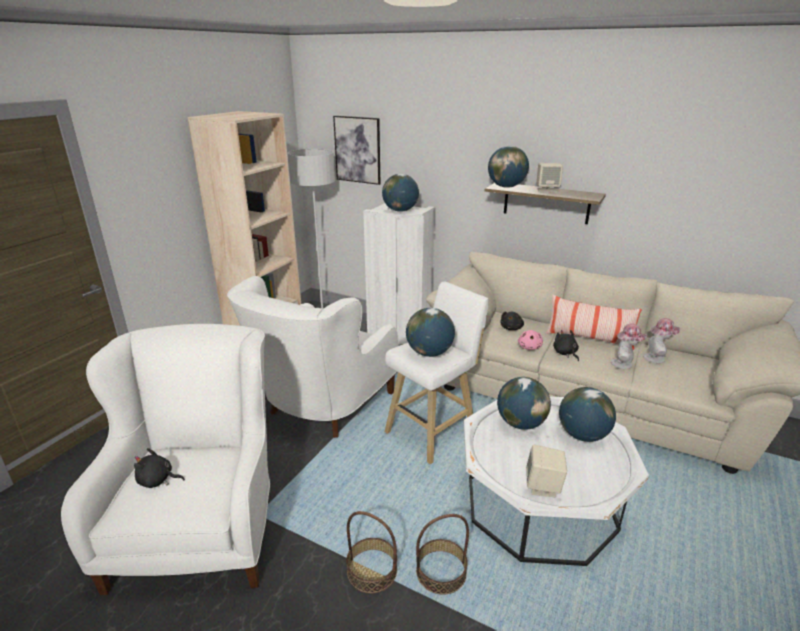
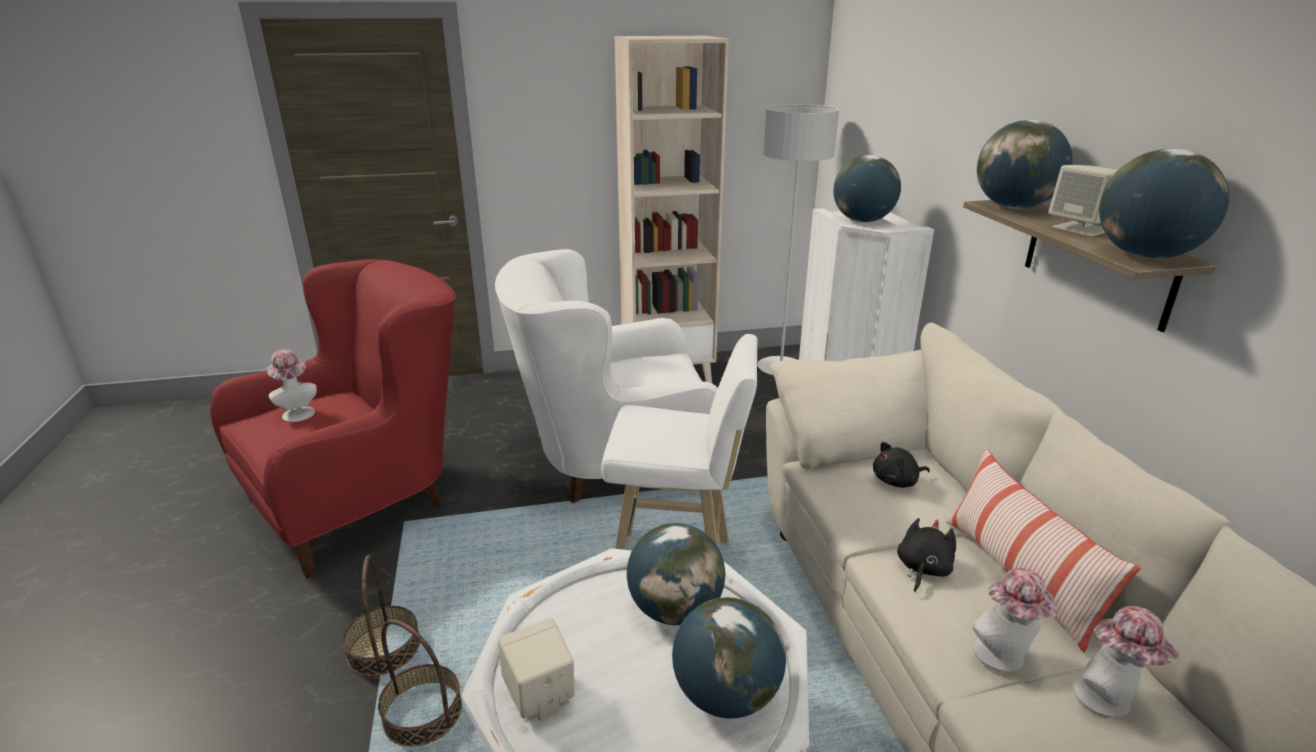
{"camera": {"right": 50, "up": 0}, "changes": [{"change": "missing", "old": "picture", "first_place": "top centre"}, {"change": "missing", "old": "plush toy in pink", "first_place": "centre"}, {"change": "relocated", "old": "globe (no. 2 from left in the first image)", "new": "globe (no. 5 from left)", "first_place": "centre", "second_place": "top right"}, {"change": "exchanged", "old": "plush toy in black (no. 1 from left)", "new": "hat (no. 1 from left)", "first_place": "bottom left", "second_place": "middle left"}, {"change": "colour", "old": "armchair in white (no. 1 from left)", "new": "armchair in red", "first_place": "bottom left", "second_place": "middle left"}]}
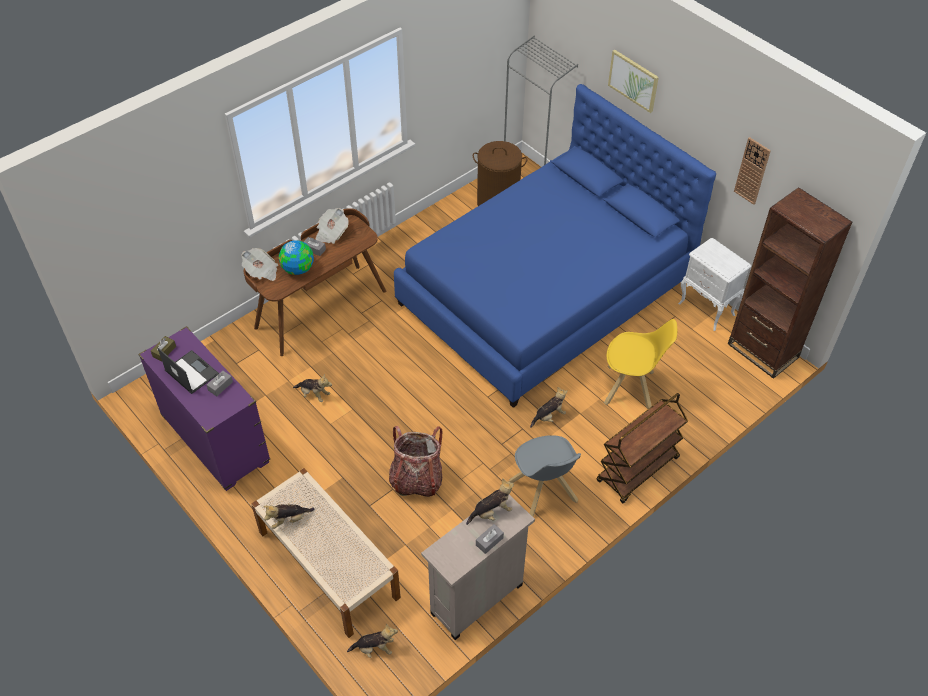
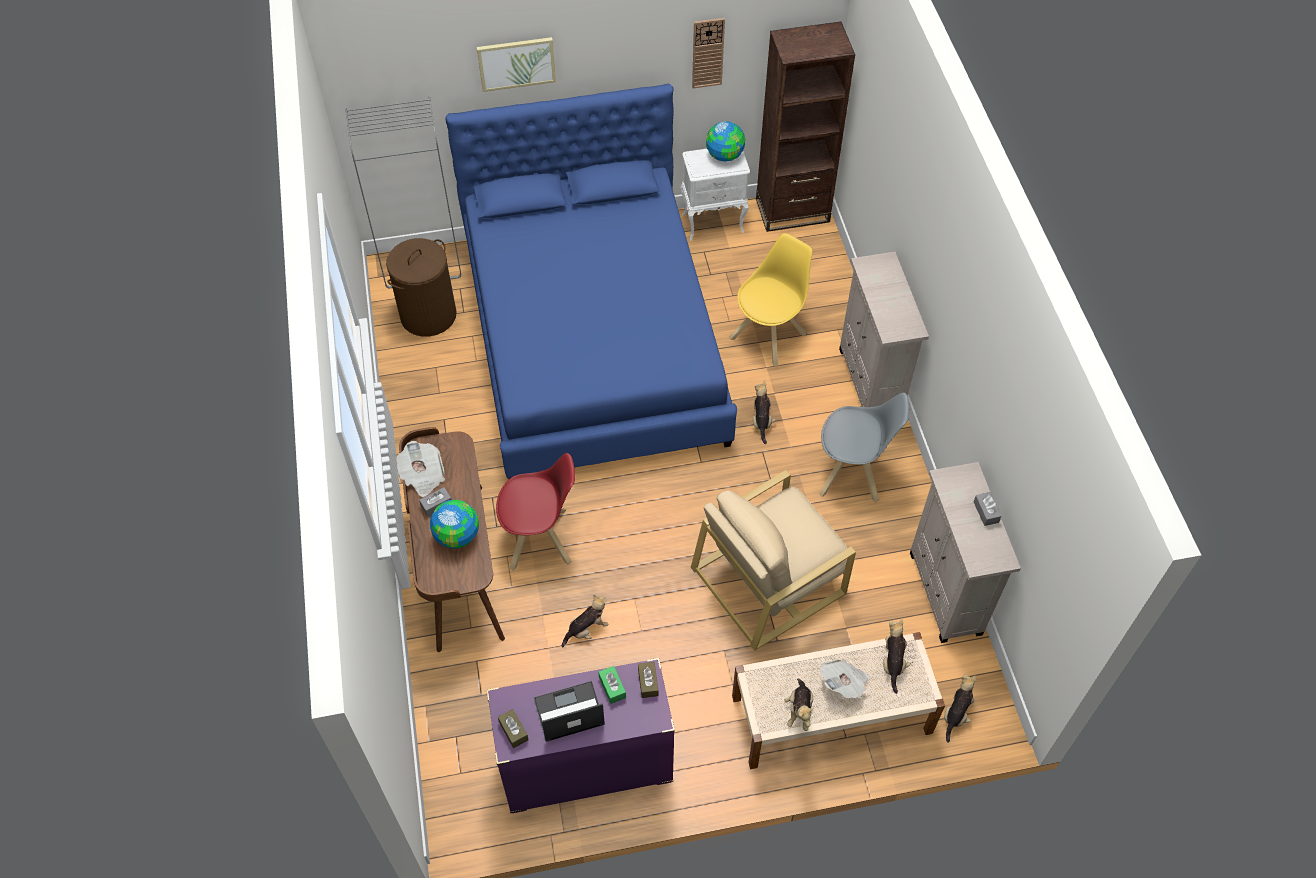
{"camera": {"right": -60, "up": 5}, "changes": [{"change": "appeared", "new": "chair in red", "second_place": "centre"}, {"change": "appeared", "new": "tissue box in brown (no. 2 from left)", "second_place": "bottom centre"}, {"change": "appeared", "new": "globe (no. 2 from left)", "second_place": "top centre"}, {"change": "relocated", "old": "newspaper (no. 1 from left in the first image)", "new": "newspaper (no. 2 from left)", "first_place": "middle left", "second_place": "bottom centre"}, {"change": "relocated", "old": "plush toy (no. 4 from left)", "first_place": "bottom centre", "second_place": "bottom right"}, {"change": "exchanged", "old": "backpack", "new": "armchair in beige", "first_place": "centre", "second_place": "centre"}, {"change": "exchanged", "old": "cart in brown", "new": "cabinet in beige (no. 1 from left)", "first_place": "middle right", "second_place": "middle right"}, {"change": "colour", "old": "tissue box in grey (no. 1 from left)", "new": "tissue box in green", "first_place": "middle left", "second_place": "bottom centre"}]}
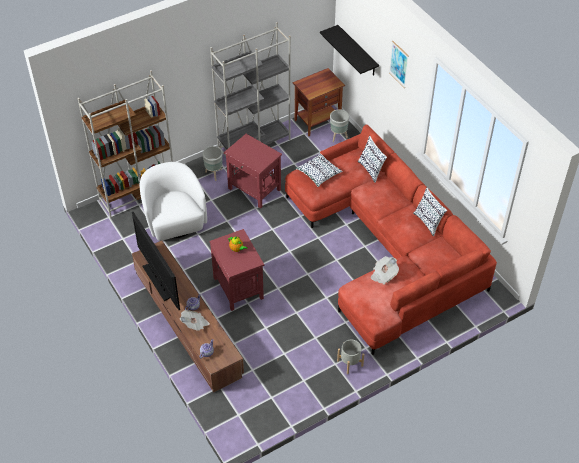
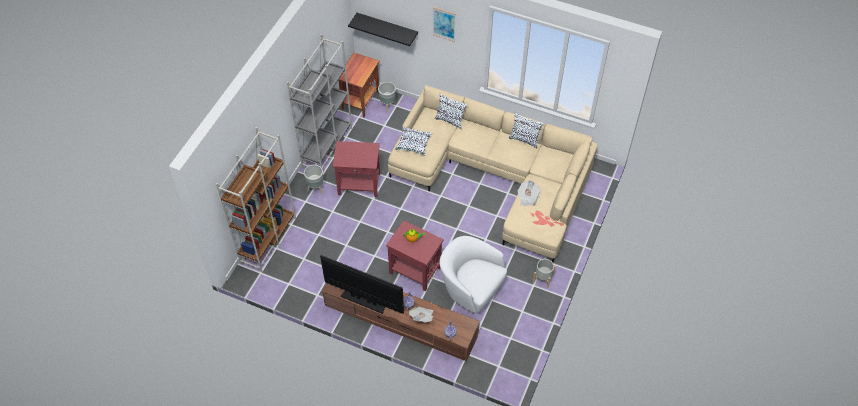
{"camera": {"right": -35, "up": 5}, "changes": [{"change": "relocated", "old": "armchair in white", "first_place": "middle left", "second_place": "bottom centre"}, {"change": "colour", "old": "sofa in red", "new": "sofa in beige", "first_place": "middle right", "second_place": "centre"}]}
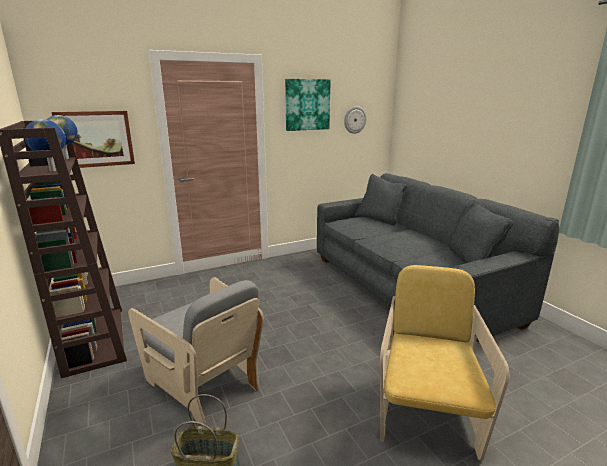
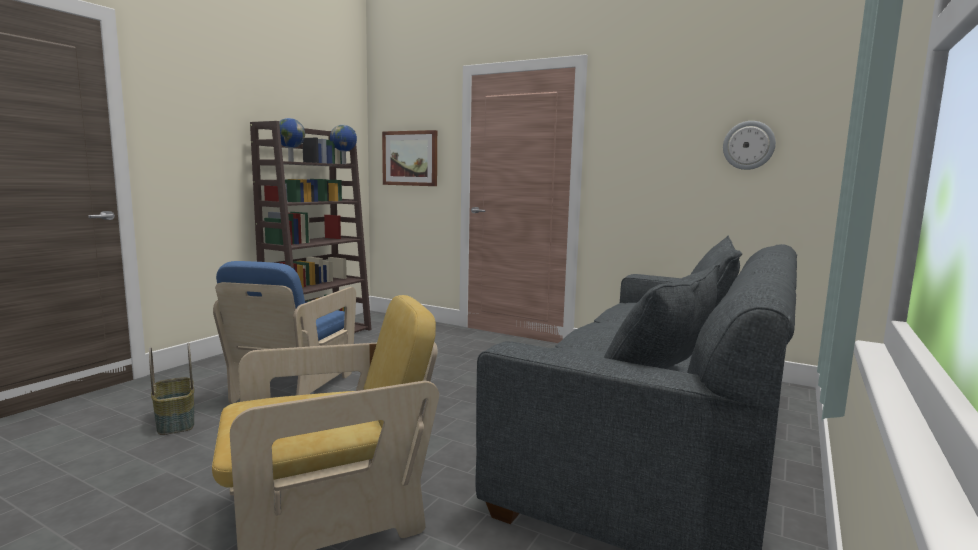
{"camera": {"right": 55, "up": -10}, "changes": [{"change": "missing", "old": "picture (no. 2 from left)", "first_place": "top centre"}, {"change": "colour", "old": "armchair in grey", "new": "armchair in blue", "first_place": "bottom left", "second_place": "middle left"}]}
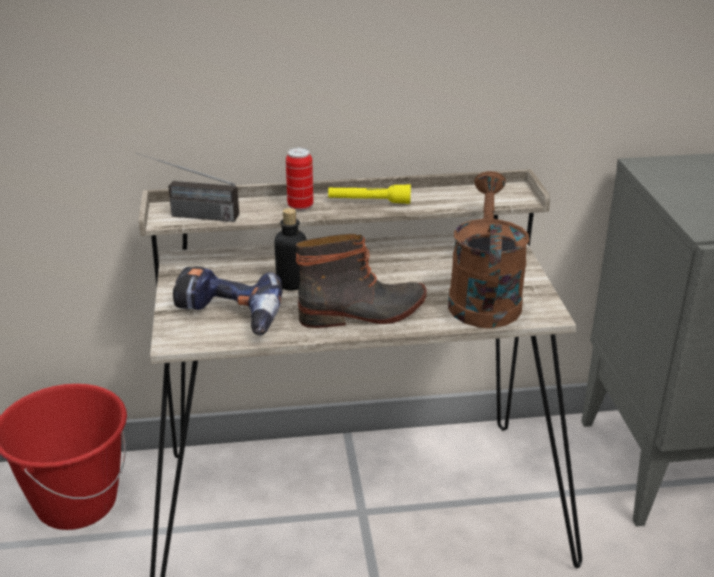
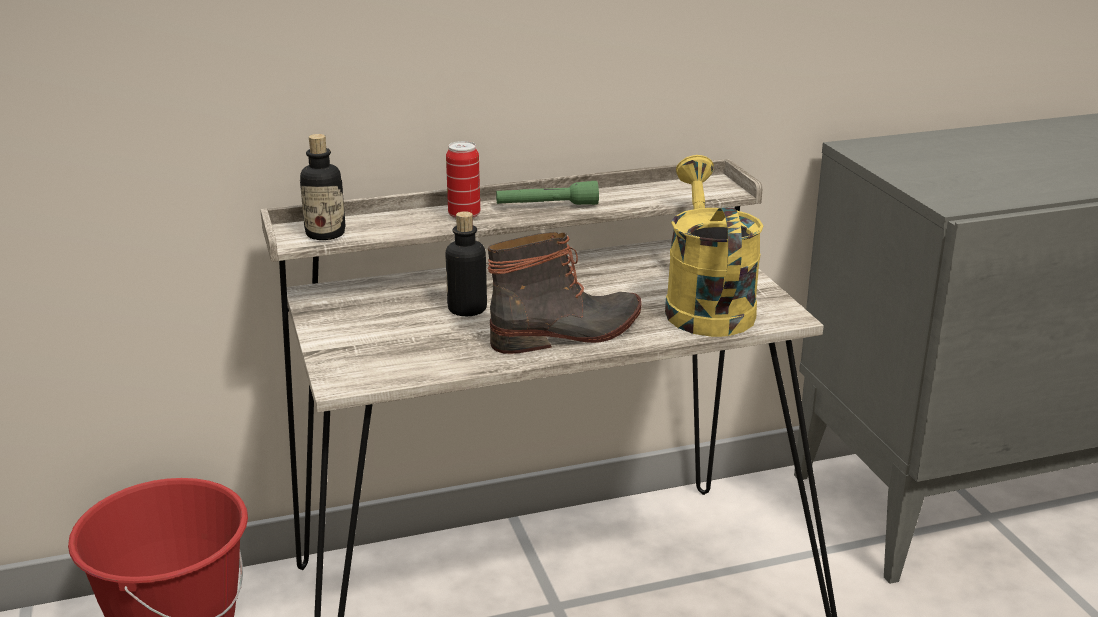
{"camera": {"right": -10, "up": -5}, "changes": [{"change": "missing", "old": "power drill", "first_place": "middle left"}, {"change": "exchanged", "old": "radio", "new": "bottle (no. 1 from left)", "first_place": "top left", "second_place": "top left"}, {"change": "colour", "old": "flashlight in yellow", "new": "flashlight in green", "first_place": "centre", "second_place": "top centre"}, {"change": "colour", "old": "watering can in brown", "new": "watering can in yellow", "first_place": "middle right", "second_place": "centre"}]}
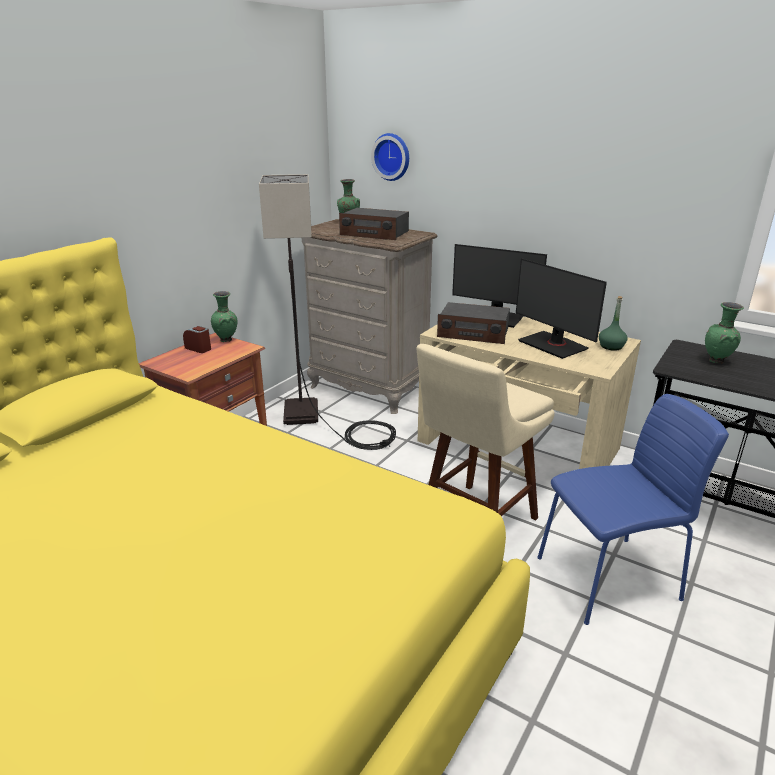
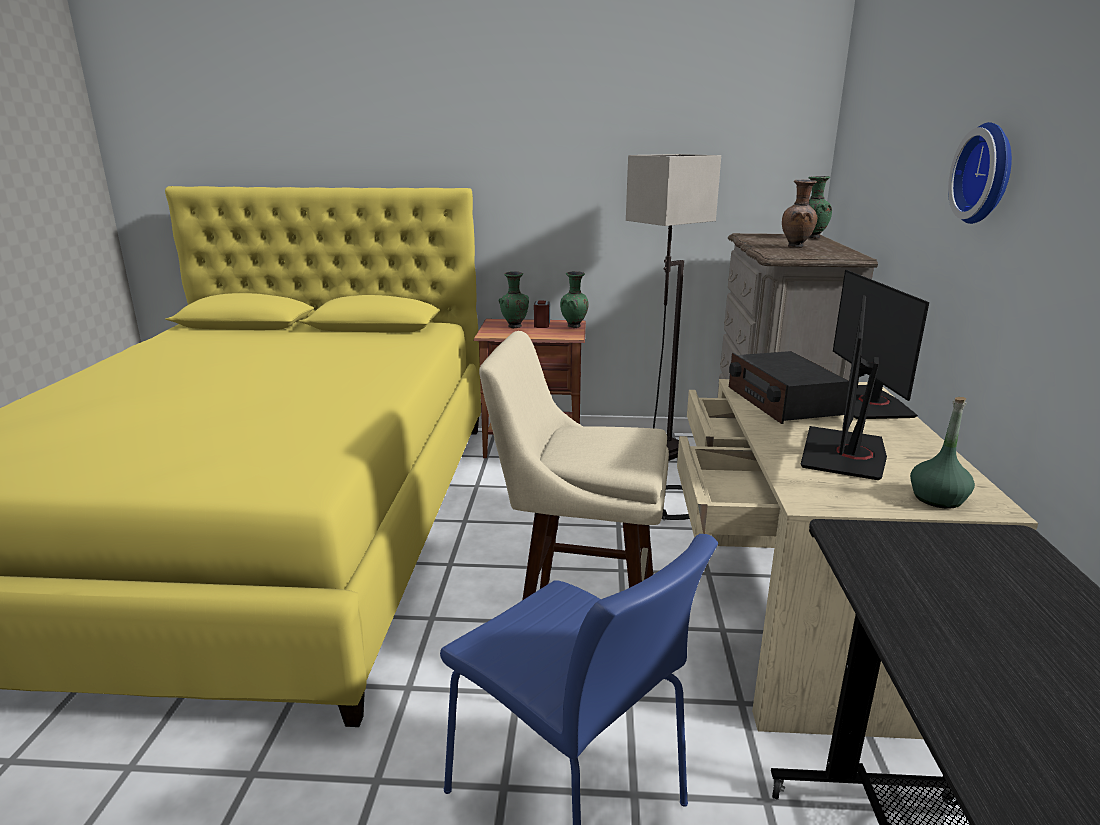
{"camera": {"right": 60, "up": -5}, "changes": [{"change": "relocated", "old": "wall clock", "first_place": "top centre", "second_place": "top right"}, {"change": "relocated", "old": "vase in green (no. 3 from left in the first image)", "new": "vase in green (no. 1 from left)", "first_place": "middle right", "second_place": "centre"}, {"change": "exchanged", "old": "radio (no. 1 from left)", "new": "vase in brown", "first_place": "top centre", "second_place": "top right"}]}
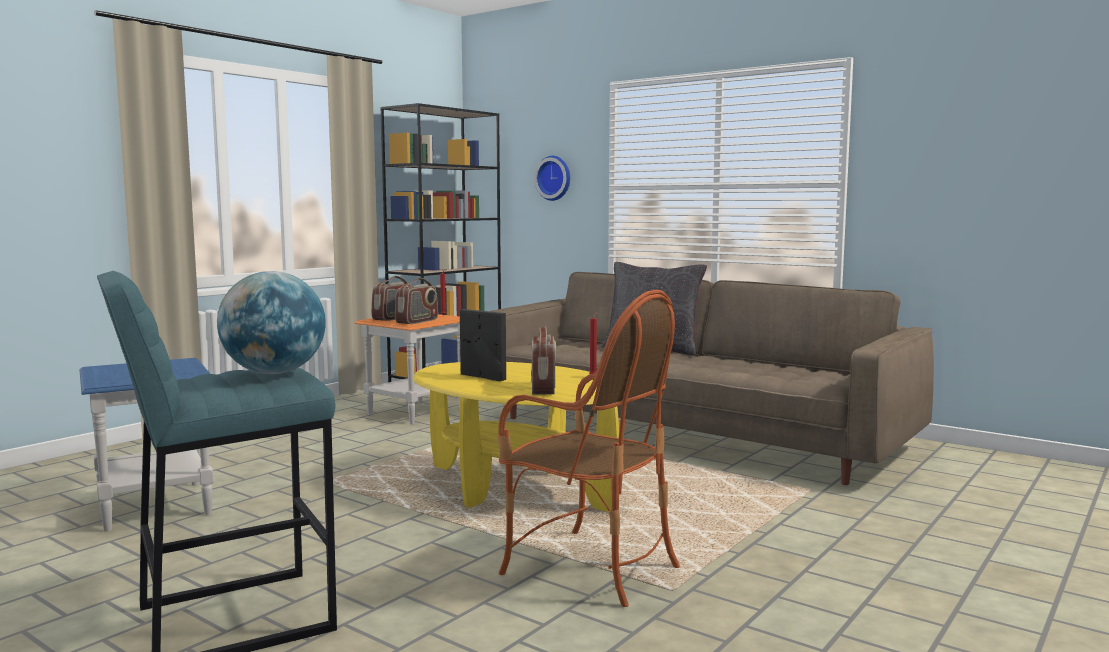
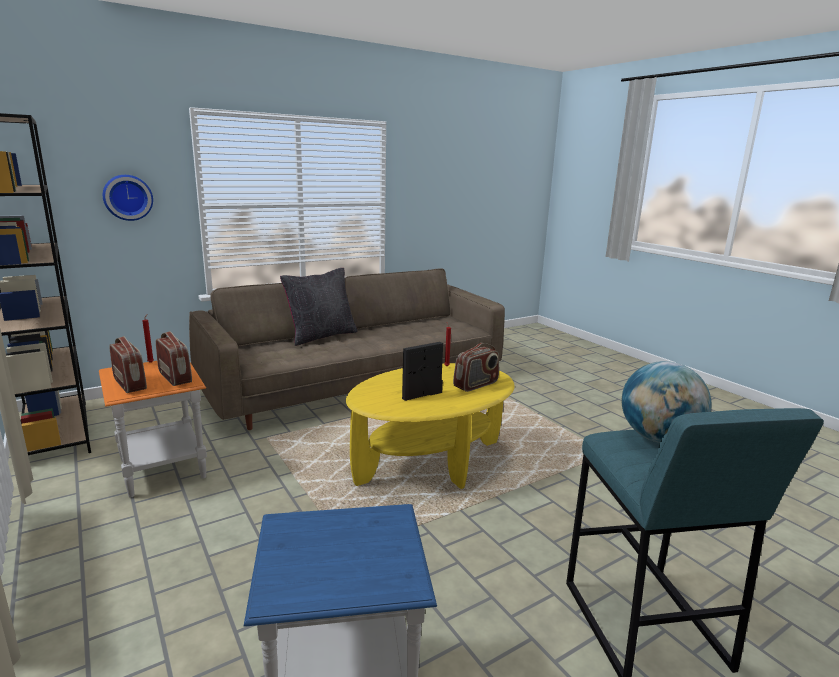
{"camera": {"right": -70, "up": 10}, "changes": [{"change": "missing", "old": "armchair", "first_place": "bottom centre"}, {"change": "spun", "old": "radio (no. 3 from left)", "first_place": "centre", "second_place": "centre", "degrees": 120}]}
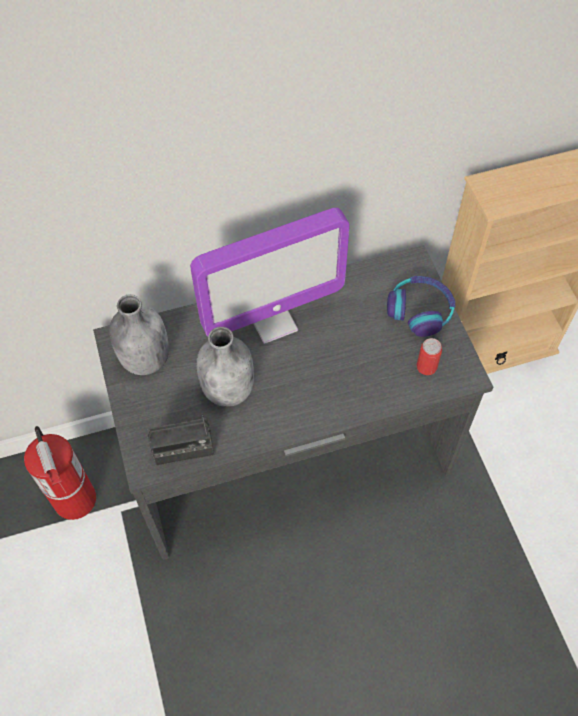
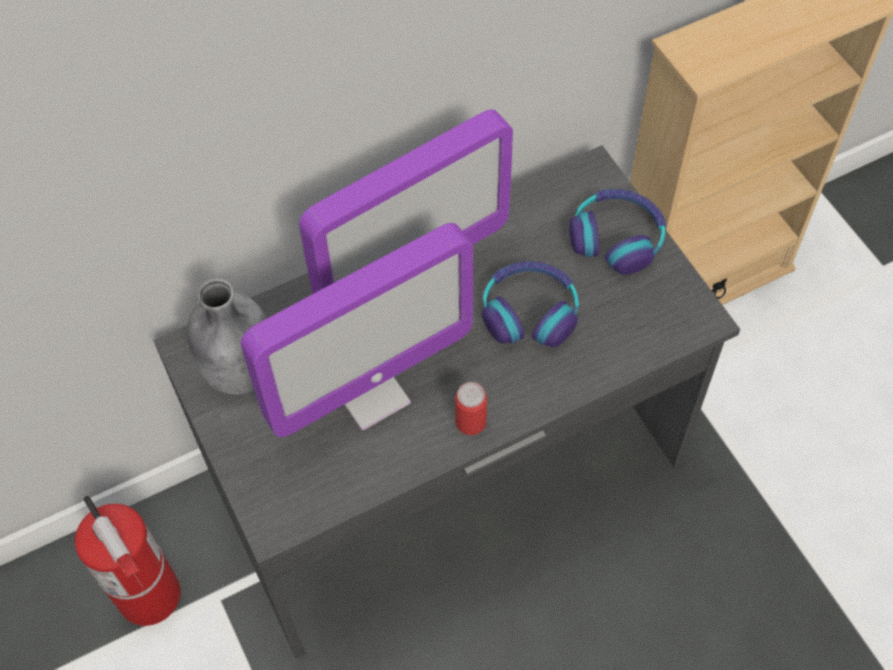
{"camera": {"right": -10, "up": 0}, "changes": [{"change": "missing", "old": "radio", "first_place": "middle left"}, {"change": "appeared", "new": "headphones (no. 1 from left)", "second_place": "centre"}, {"change": "relocated", "old": "can", "first_place": "middle right", "second_place": "centre"}, {"change": "exchanged", "old": "bottle in grey (no. 2 from left)", "new": "monitor (no. 1 from left)", "first_place": "centre", "second_place": "centre"}]}
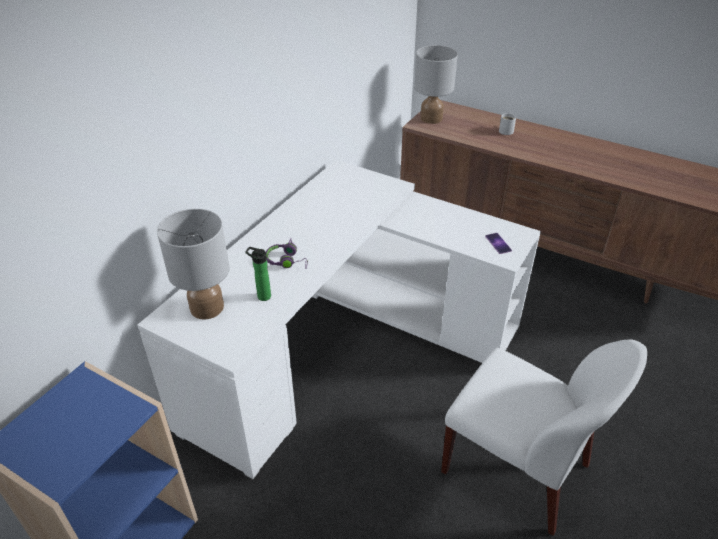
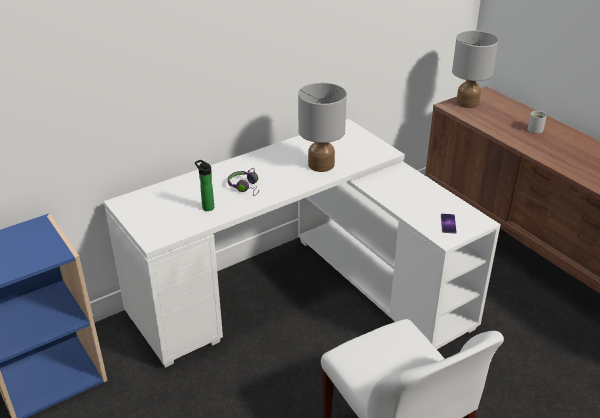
{"camera": {"right": 25, "up": -5}, "changes": [{"change": "relocated", "old": "table lamp in grey (no. 1 from left)", "first_place": "middle left", "second_place": "top centre"}]}
